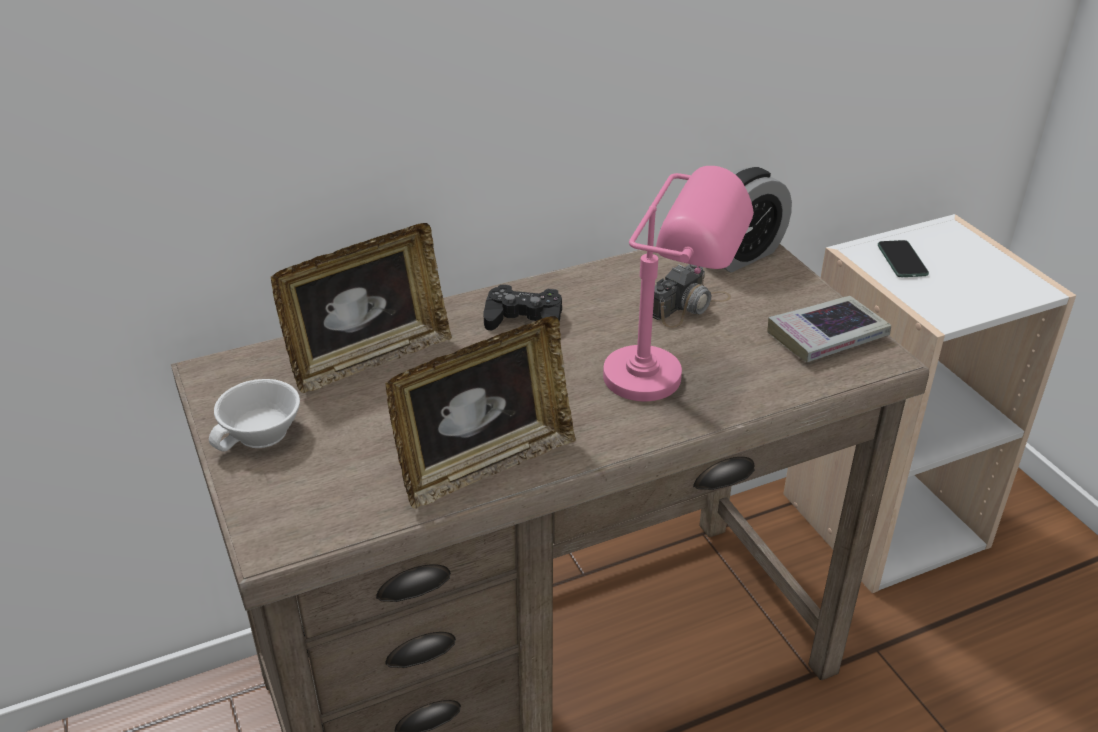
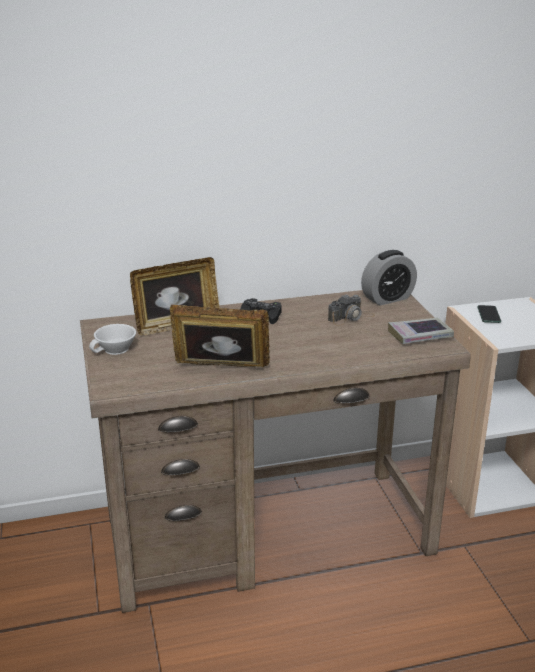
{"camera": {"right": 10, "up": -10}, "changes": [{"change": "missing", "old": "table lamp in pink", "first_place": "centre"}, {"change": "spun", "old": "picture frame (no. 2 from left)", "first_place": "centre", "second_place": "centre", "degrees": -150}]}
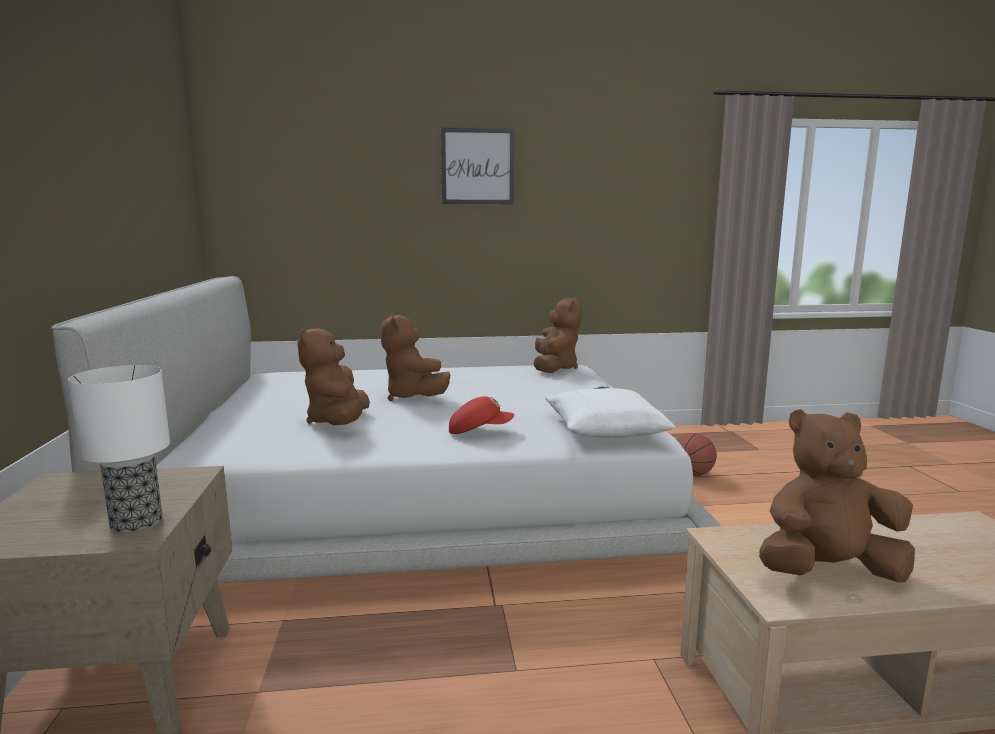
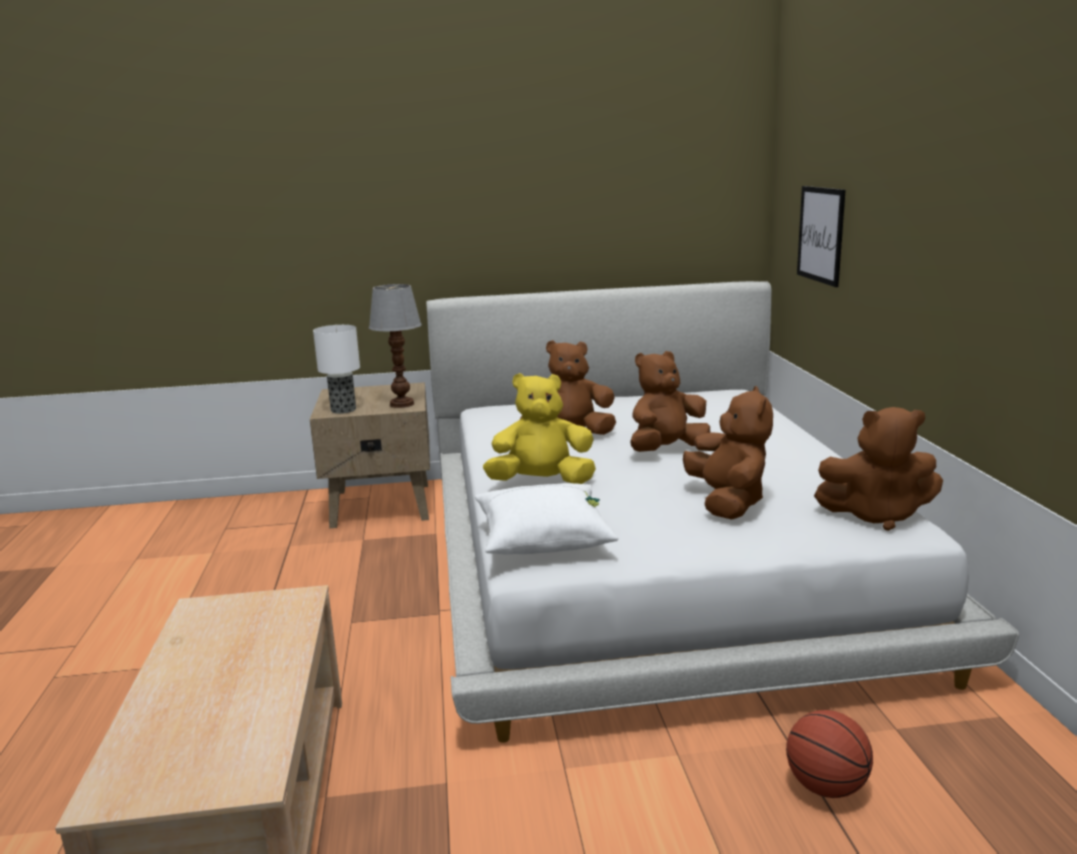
{"camera": {"right": 90, "up": 5}, "changes": [{"change": "appeared", "new": "table lamp (no. 2 from left)", "second_place": "centre"}, {"change": "relocated", "old": "picture", "first_place": "top centre", "second_place": "top right"}, {"change": "relocated", "old": "plush toy in brown (no. 4 from left in the first image)", "new": "plush toy in brown (no. 3 from left)", "first_place": "bottom right", "second_place": "middle right"}, {"change": "exchanged", "old": "cap in red", "new": "plush toy in yellow", "first_place": "centre", "second_place": "centre"}]}
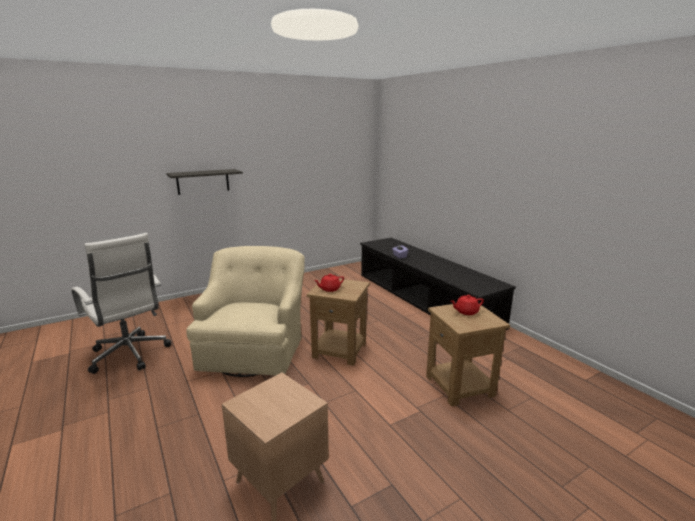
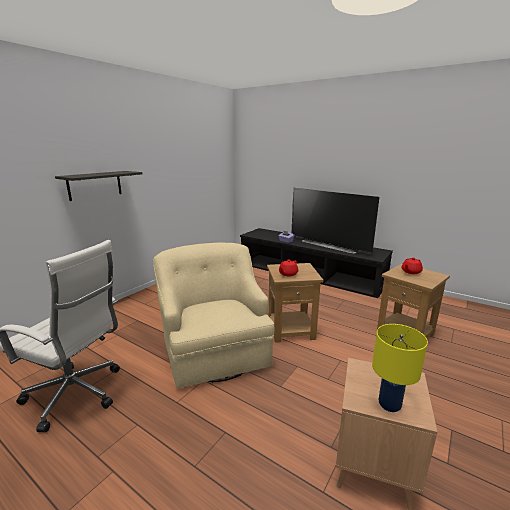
{"camera": {"right": -25, "up": 0}, "changes": [{"change": "appeared", "new": "television", "second_place": "centre"}, {"change": "appeared", "new": "table lamp in yellow", "second_place": "bottom right"}]}
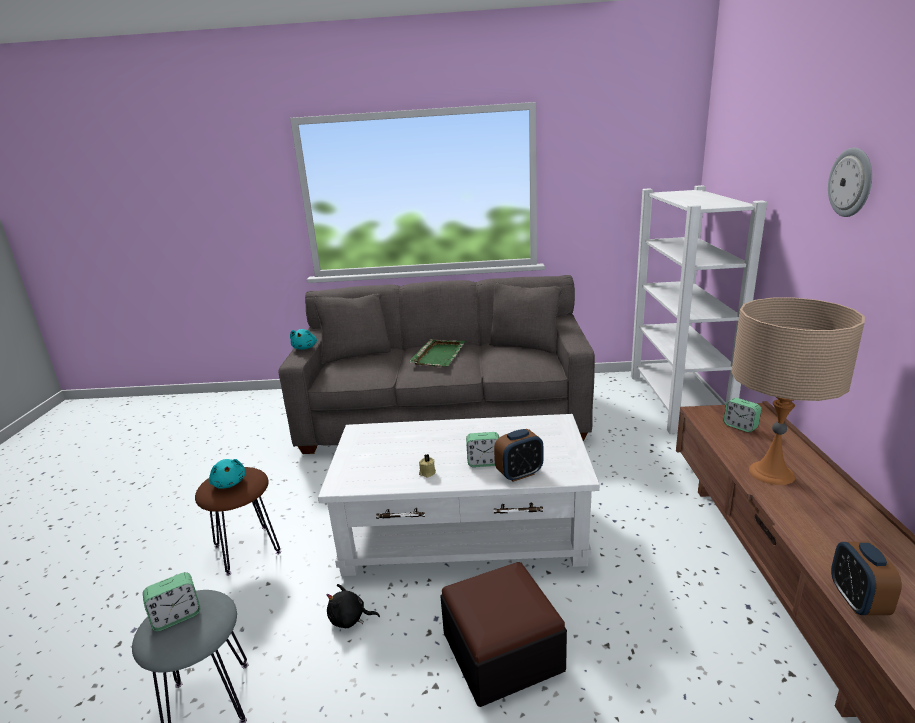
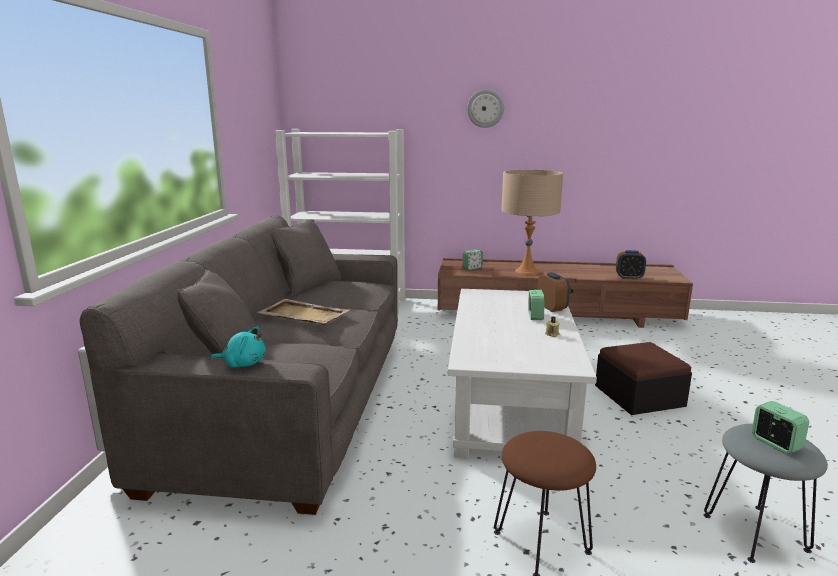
{"camera": {"right": -85, "up": -5}, "changes": [{"change": "missing", "old": "plush toy in turquoise (no. 1 from left)", "first_place": "middle left"}, {"change": "missing", "old": "plush toy in black", "first_place": "bottom centre"}, {"change": "colour", "old": "tray in green", "new": "tray in beige", "first_place": "centre", "second_place": "centre"}]}
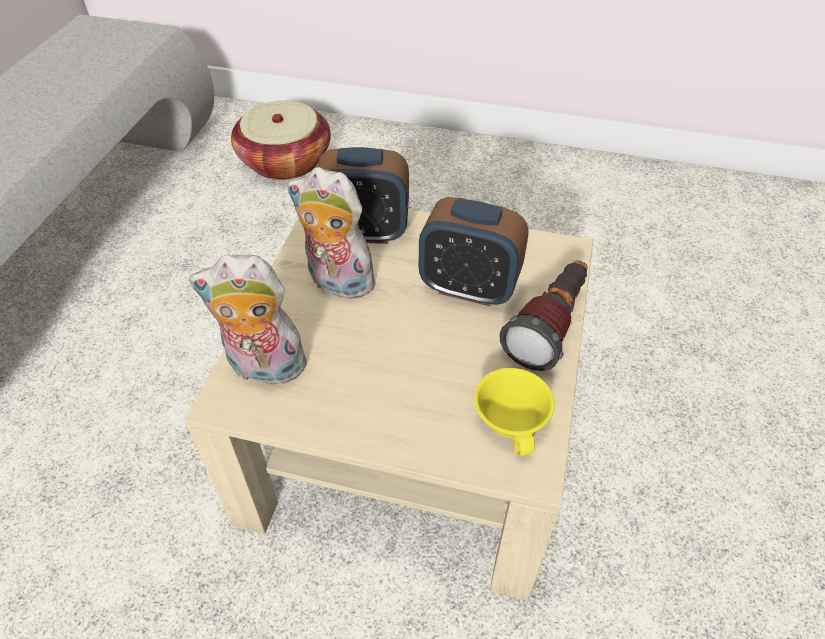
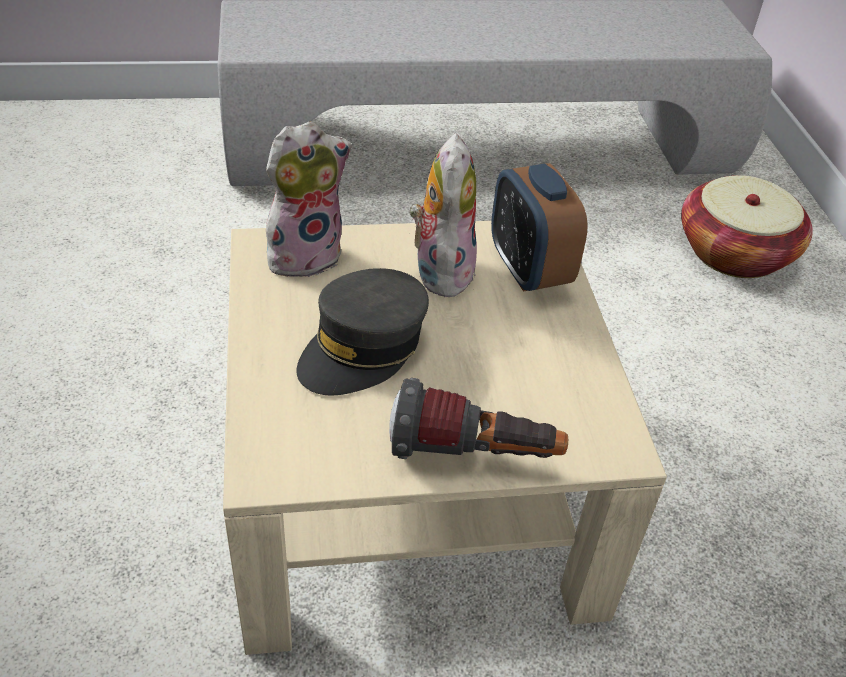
{"camera": {"right": 65, "up": -5}, "changes": [{"change": "missing", "old": "alarm clock (no. 2 from left)", "first_place": "centre"}, {"change": "missing", "old": "cup in yellow", "first_place": "centre"}, {"change": "appeared", "new": "cap in grey", "second_place": "centre"}, {"change": "spun", "old": "plush toy (no. 1 from left)", "first_place": "middle left", "second_place": "top centre", "degrees": 75}]}
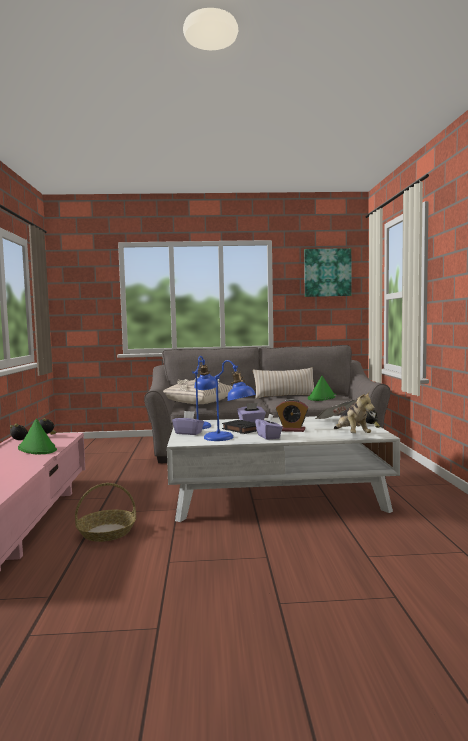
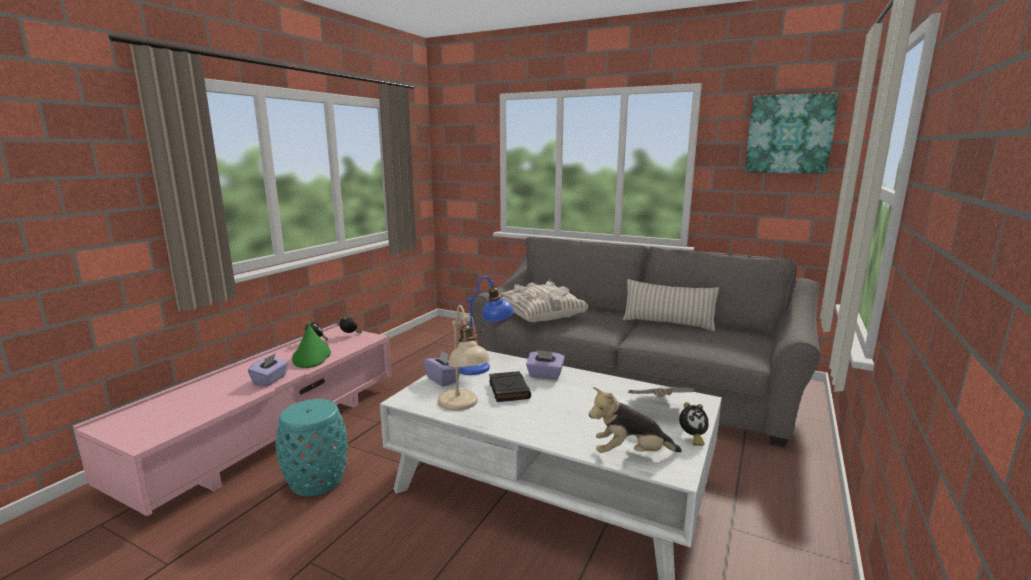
{"camera": {"right": 30, "up": 10}, "changes": [{"change": "missing", "old": "alarm clock (no. 3 from left)", "first_place": "centre"}, {"change": "missing", "old": "hat in green (no. 2 from left)", "first_place": "middle right"}, {"change": "relocated", "old": "tissue box in purple (no. 3 from left in the first image)", "new": "tissue box in purple (no. 1 from left)", "first_place": "centre", "second_place": "middle left"}, {"change": "exchanged", "old": "basket", "new": "stool in turquoise", "first_place": "bottom left", "second_place": "bottom left"}, {"change": "colour", "old": "table lamp in blue (no. 2 from left)", "new": "table lamp in beige", "first_place": "centre", "second_place": "centre"}, {"change": "spun", "old": "plush toy", "first_place": "middle right", "second_place": "bottom centre", "degrees": 75}]}
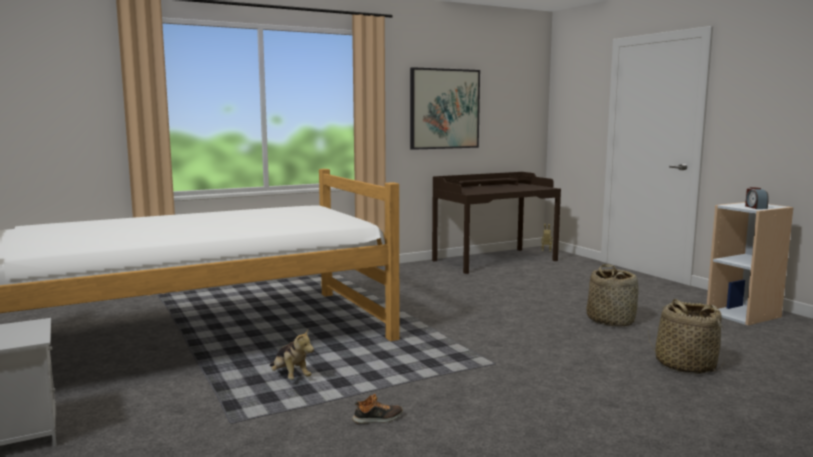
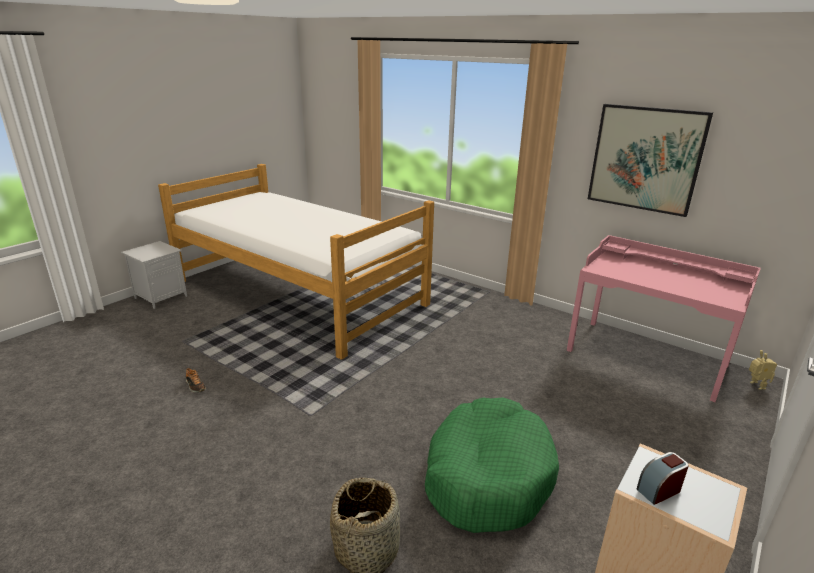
{"camera": {"right": 65, "up": 15}, "changes": [{"change": "missing", "old": "plush toy", "first_place": "bottom centre"}, {"change": "exchanged", "old": "basket (no. 1 from left)", "new": "dog bed in green", "first_place": "middle right", "second_place": "bottom centre"}, {"change": "colour", "old": "desk in brown", "new": "desk in pink", "first_place": "centre", "second_place": "middle right"}]}
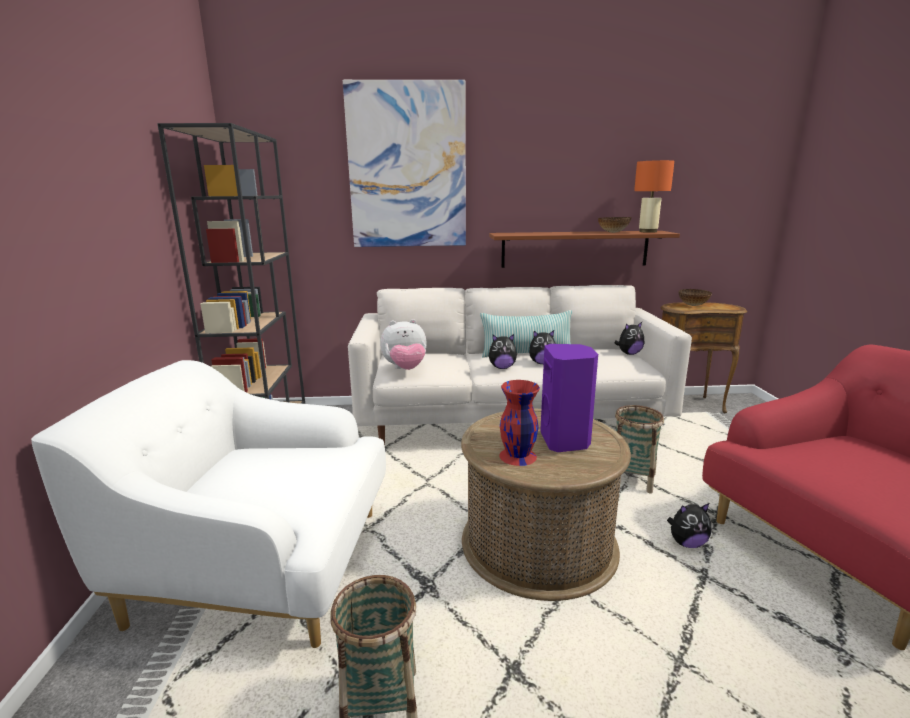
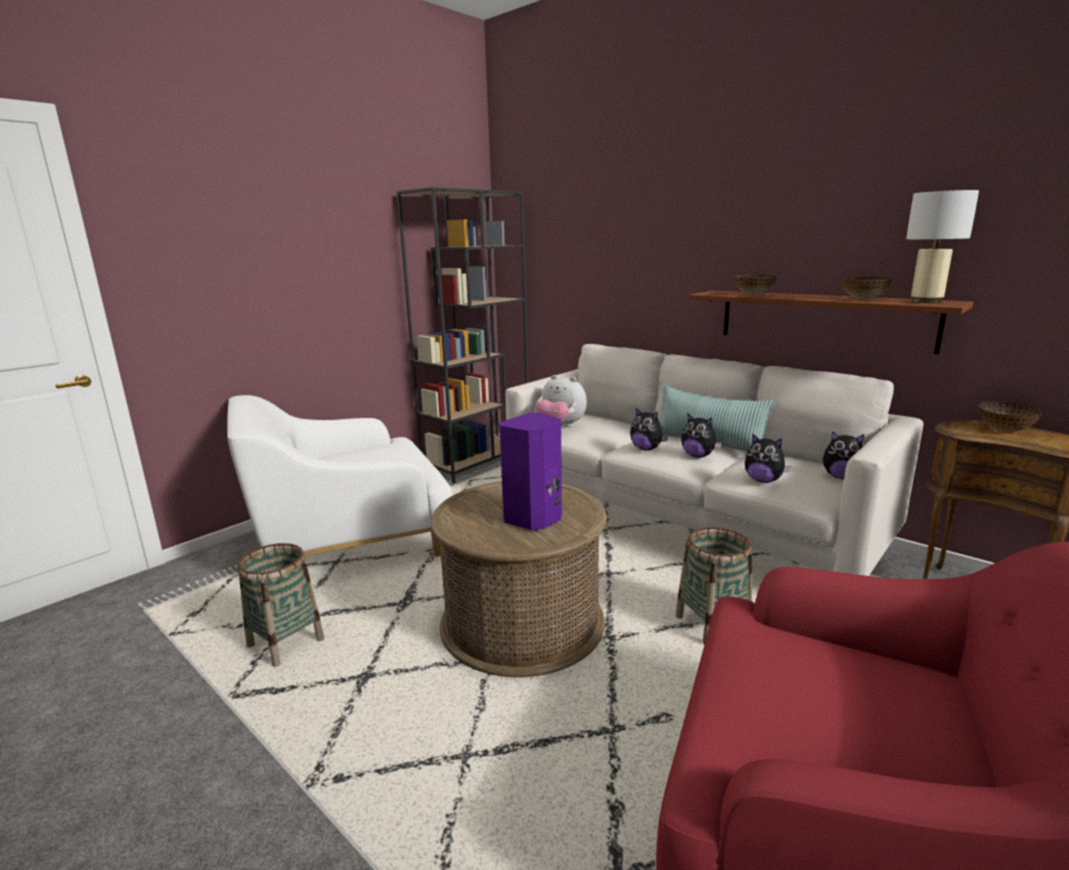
{"camera": {"right": 45, "up": 0}, "changes": [{"change": "missing", "old": "picture", "first_place": "top centre"}, {"change": "missing", "old": "vase in red", "first_place": "centre"}, {"change": "appeared", "new": "bowl (no. 1 from left)", "second_place": "top right"}, {"change": "relocated", "old": "plush toy (no. 5 from left in the first image)", "new": "plush toy (no. 4 from left)", "first_place": "bottom right", "second_place": "middle right"}, {"change": "colour", "old": "table lamp in orange", "new": "table lamp in white", "first_place": "top right", "second_place": "top right"}, {"change": "spun", "old": "armchair in white", "first_place": "bottom left", "second_place": "middle left", "degrees": -75}]}
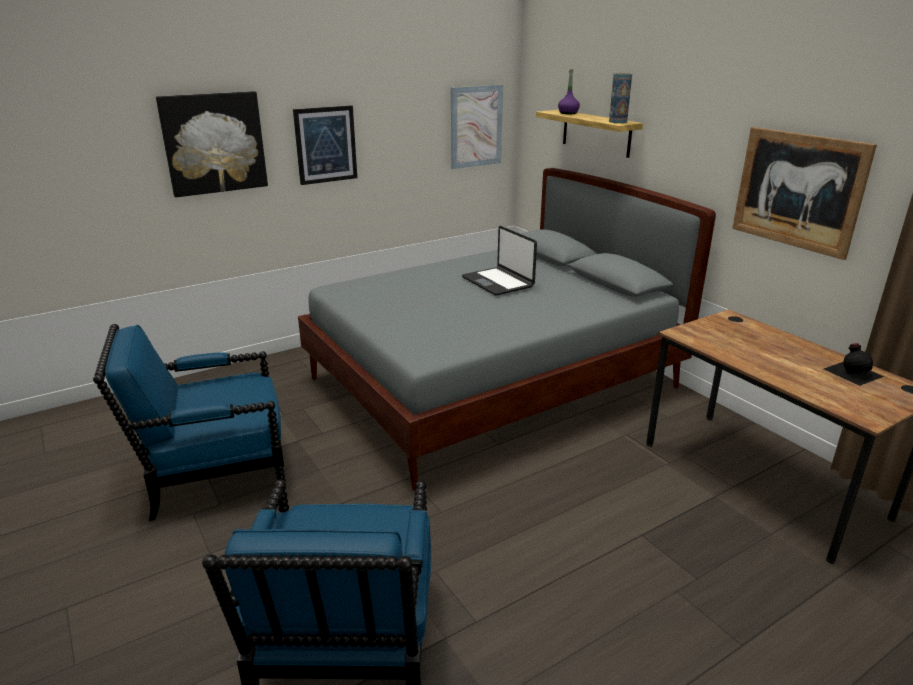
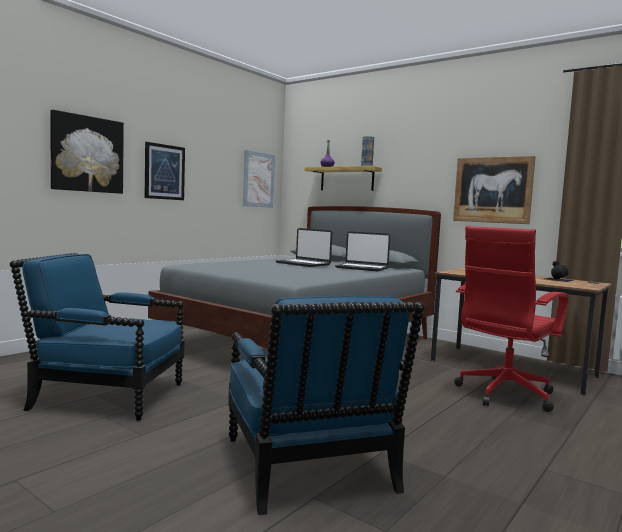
{"camera": {"right": -20, "up": -20}, "changes": [{"change": "appeared", "new": "laptop (no. 2 from left)", "second_place": "centre"}, {"change": "appeared", "new": "office chair in red", "second_place": "middle right"}, {"change": "spun", "old": "armchair in blue (no. 1 from left)", "first_place": "middle left", "second_place": "middle left", "degrees": 45}]}
